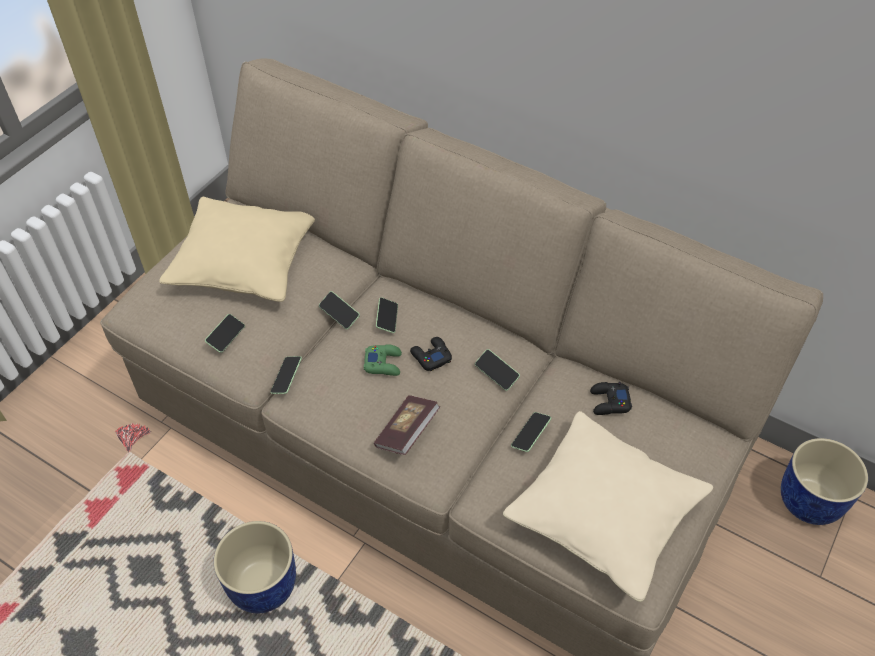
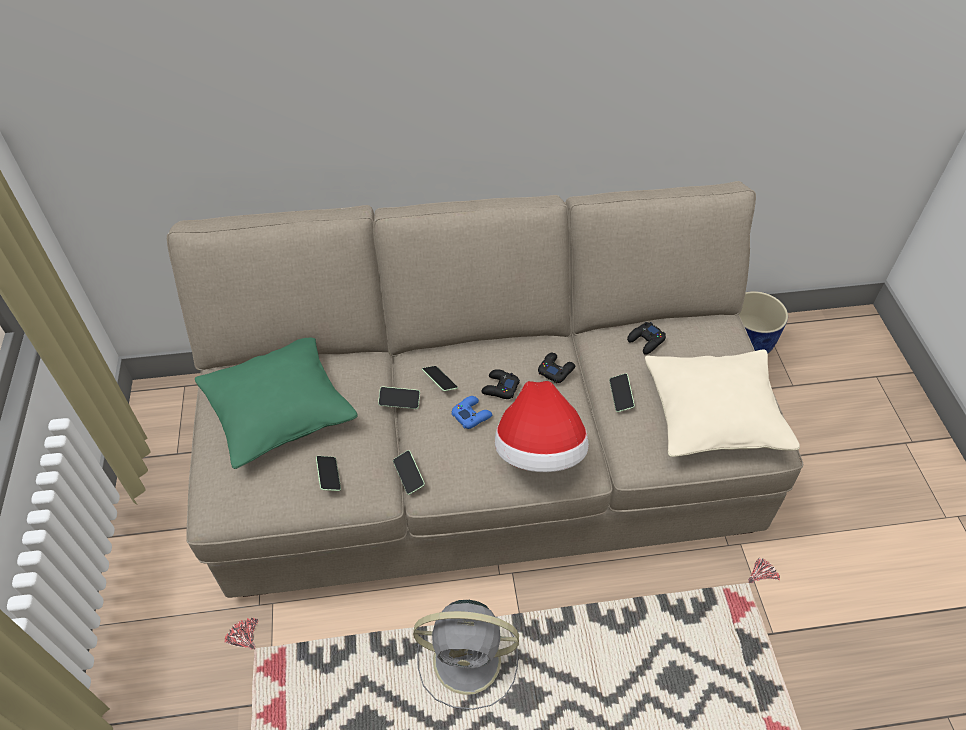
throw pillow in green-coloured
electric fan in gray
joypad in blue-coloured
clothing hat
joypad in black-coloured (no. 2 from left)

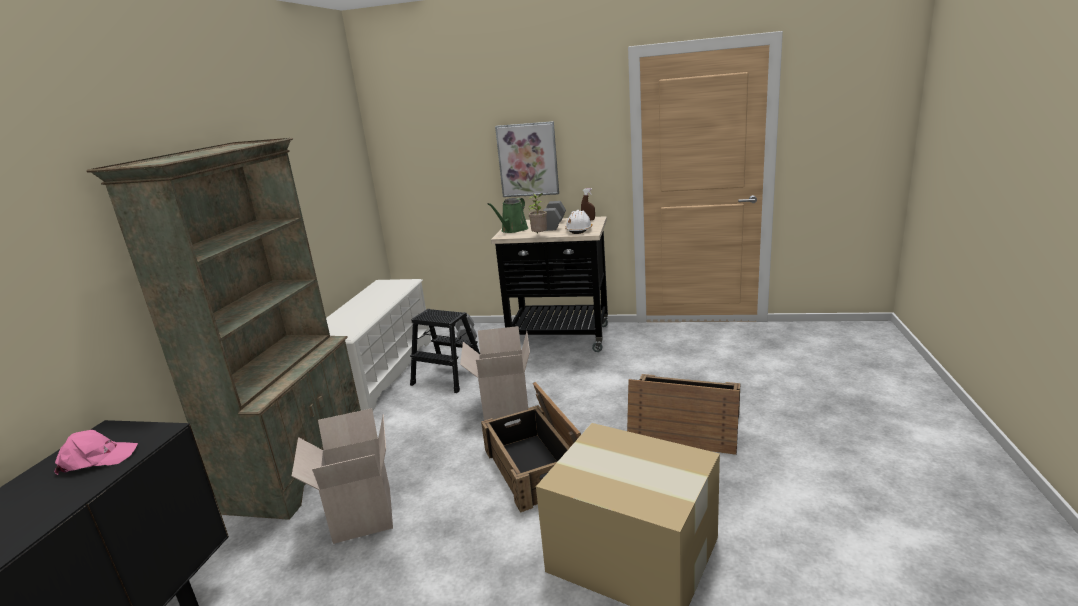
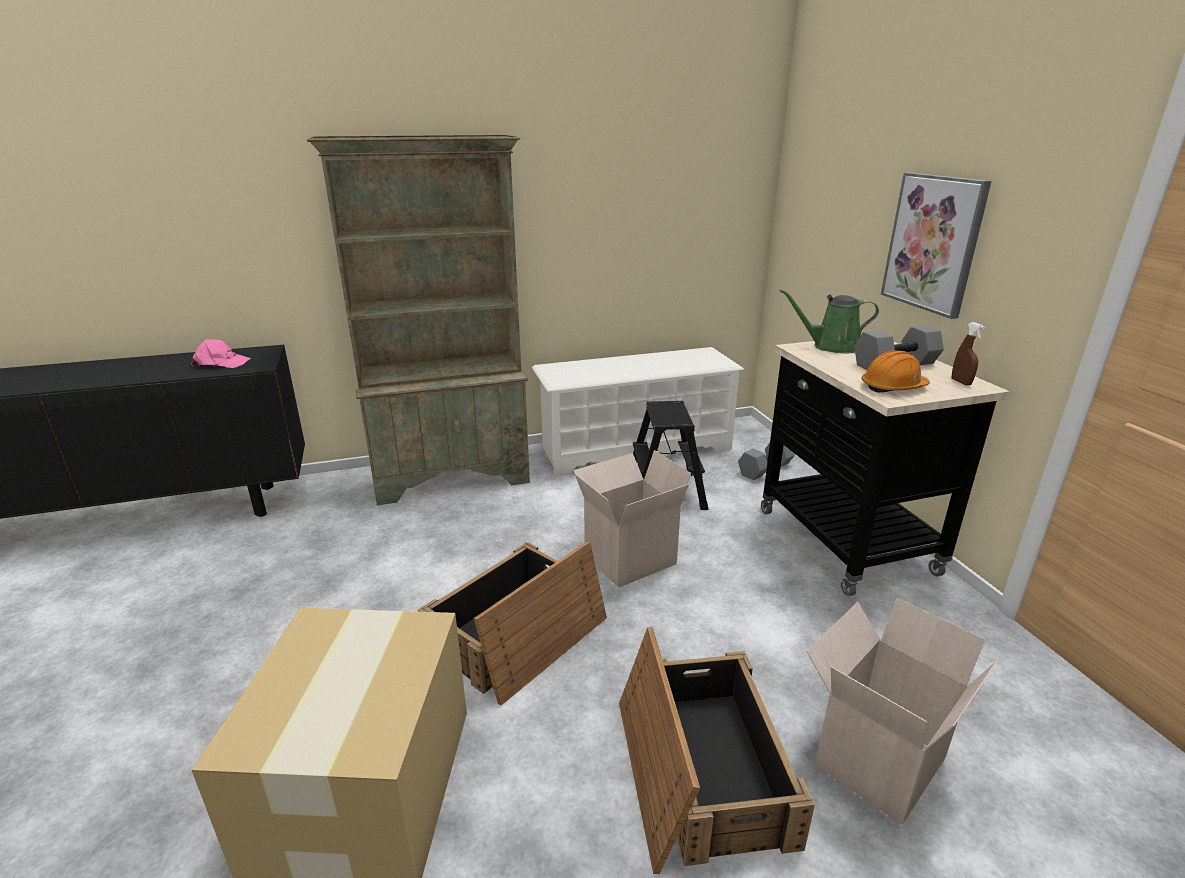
peaked cap in pink-coloured
packing box (no. 3 from left)
potted plant
work helmet in orangey

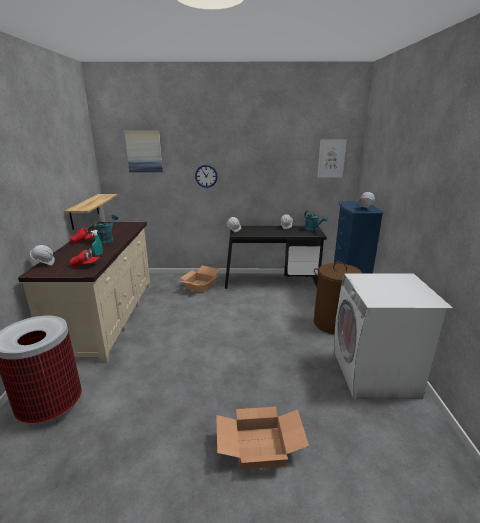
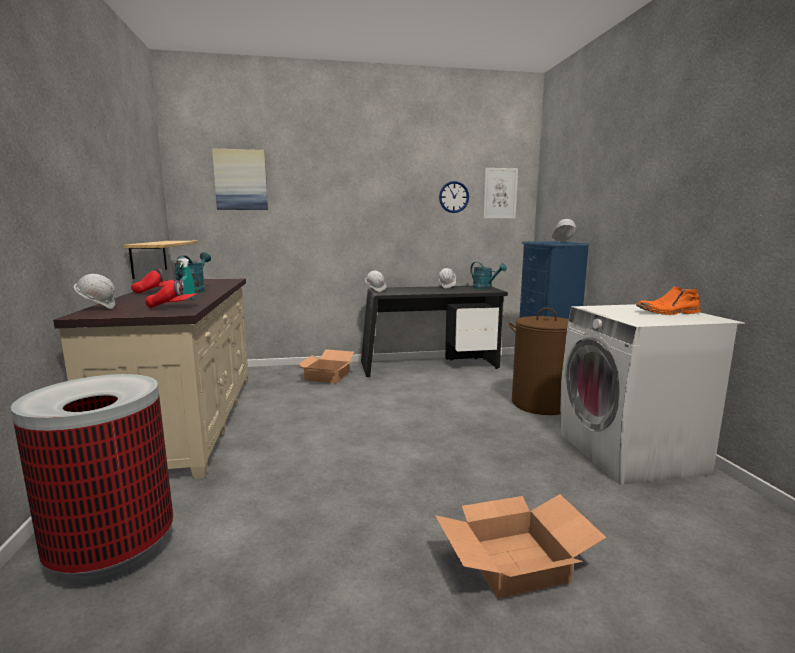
hanging clock
high-top boot in orangey

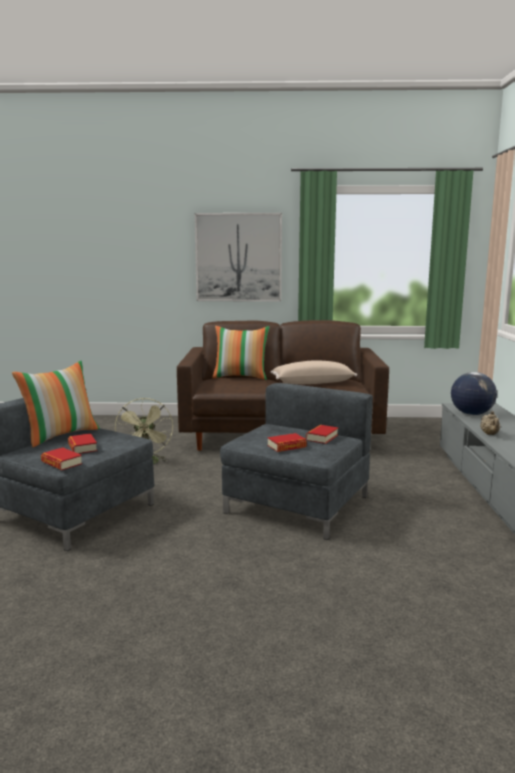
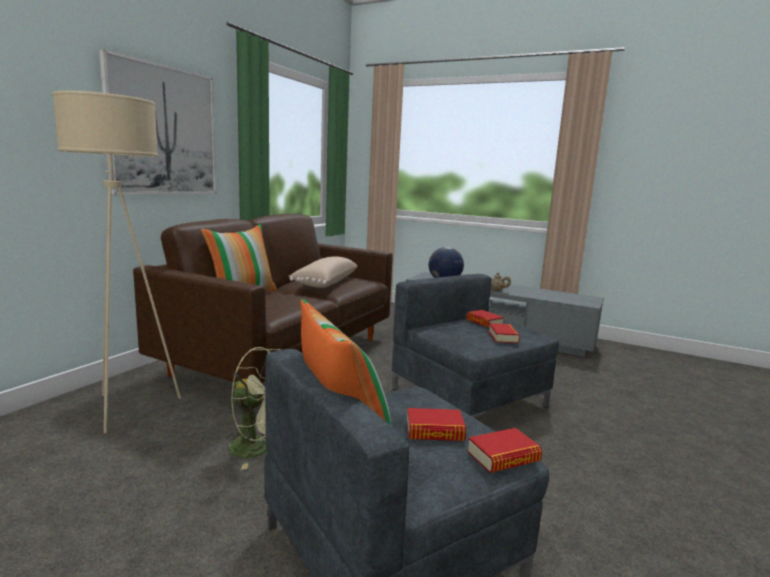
floor lamp in beige-coloured

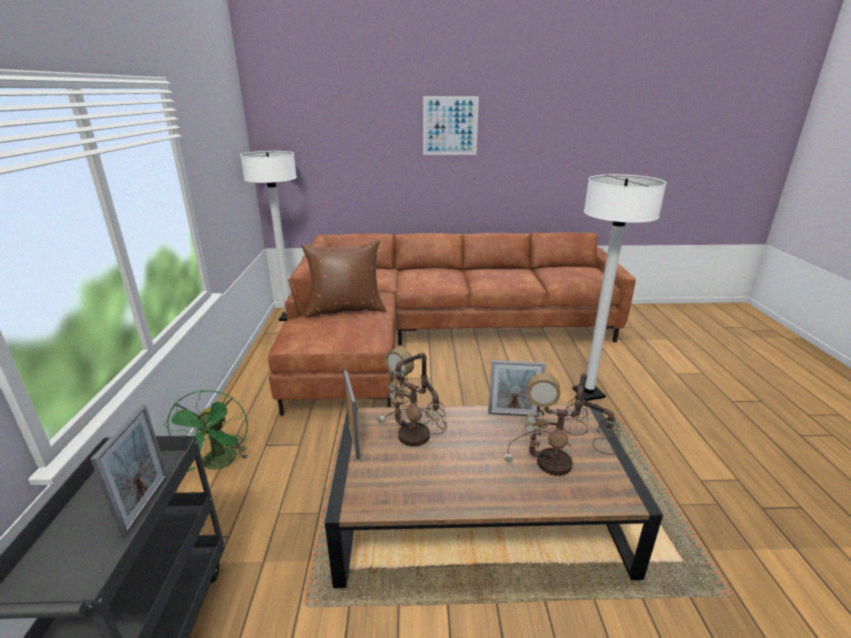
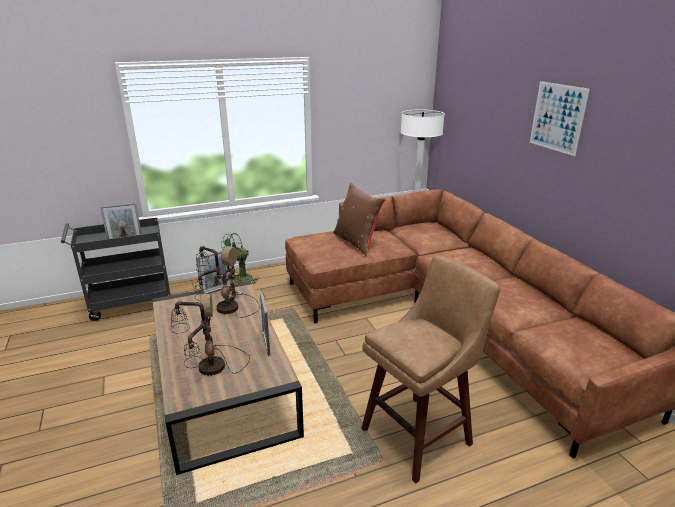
stool in brown

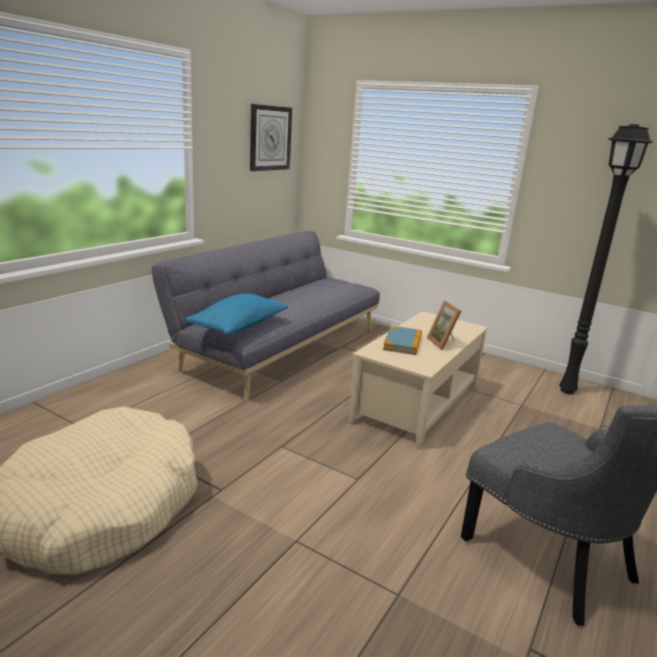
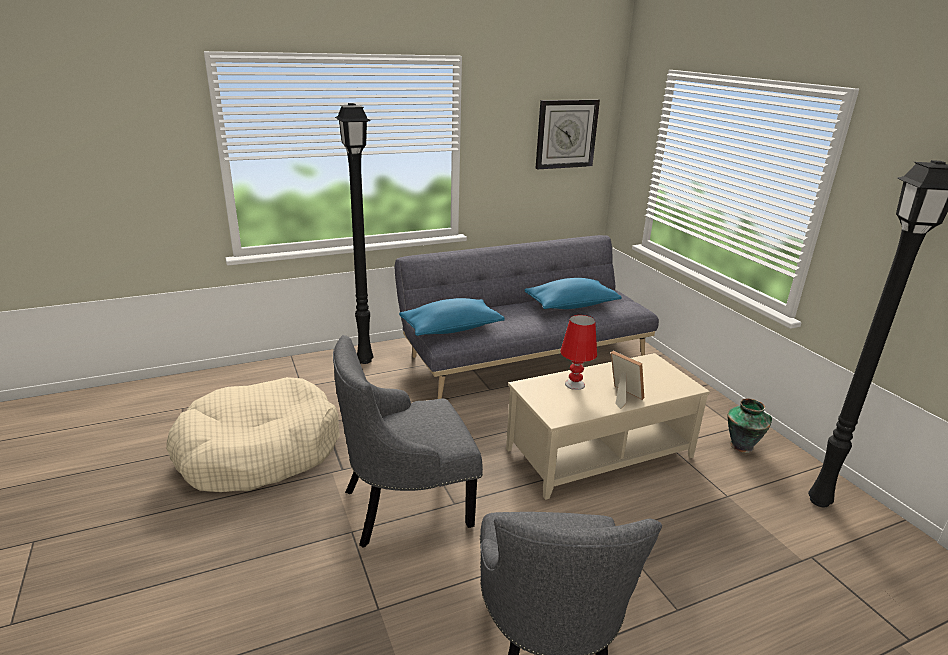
table lamp in red-coloured
photo frame
lounge chair in gray (no. 1 from left)
floor lamp in black-coloured (no. 1 from left)
throw pillow in blue-coloured (no. 2 from left)
decorative vase

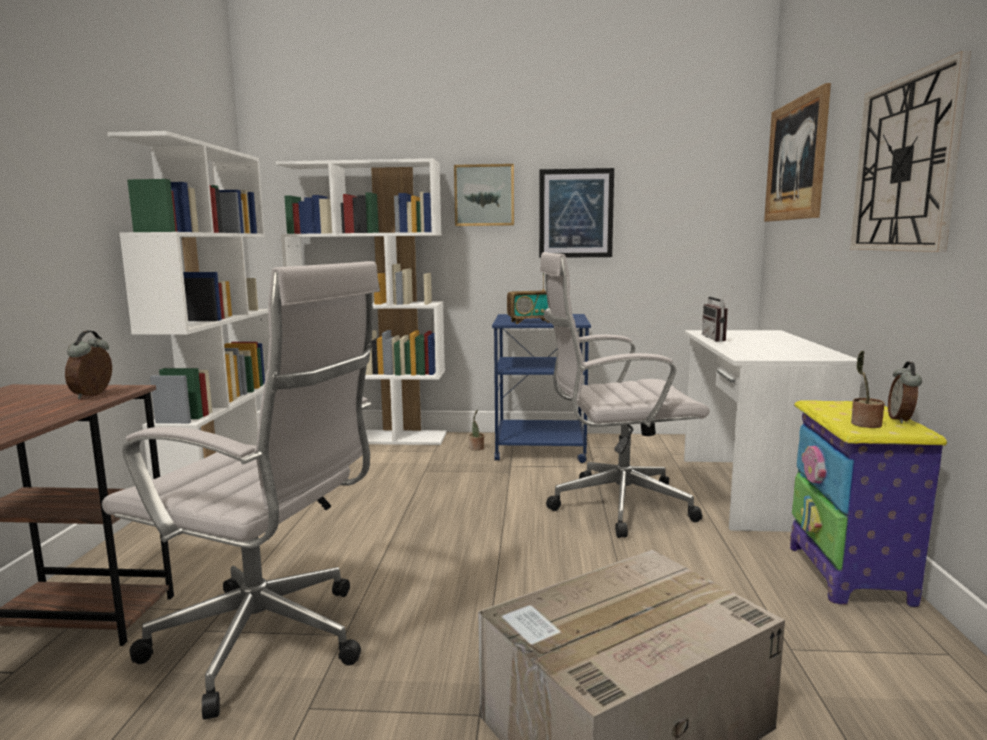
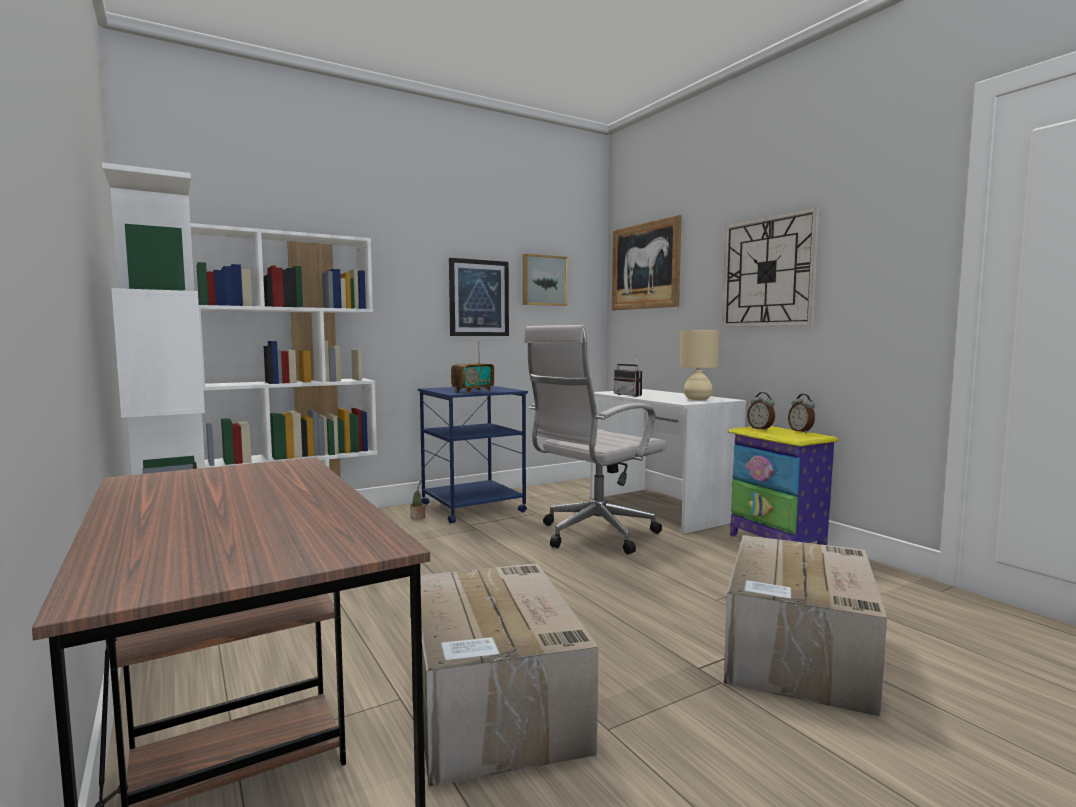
bedside clock (no. 1 from left)
packing box (no. 1 from left)
wall art (no. 2 from left)
potted plant (no. 2 from left in the first image)
table lamp in beige-coloured

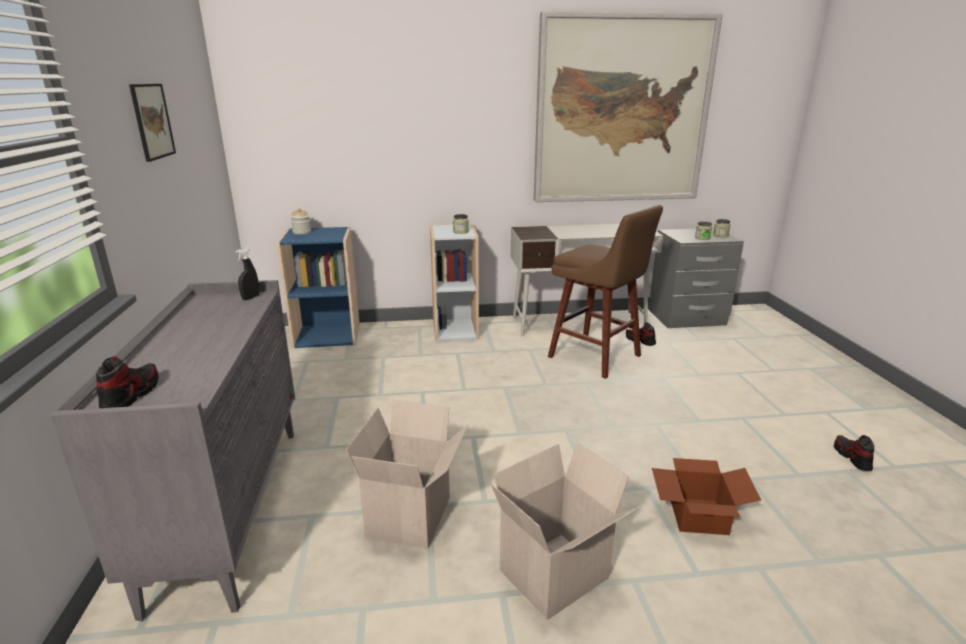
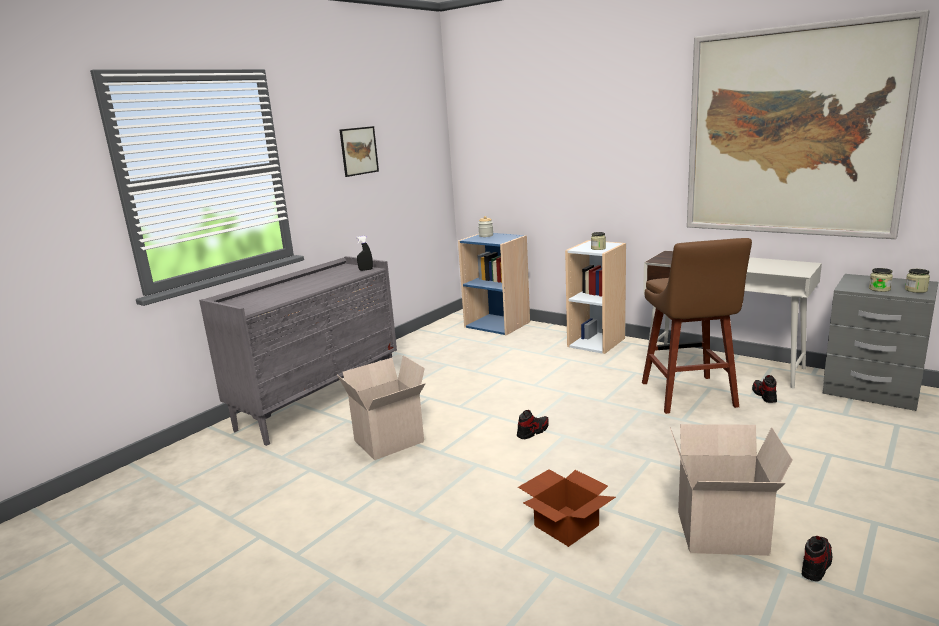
shoe (no. 1 from left)
packing box (no. 3 from left)

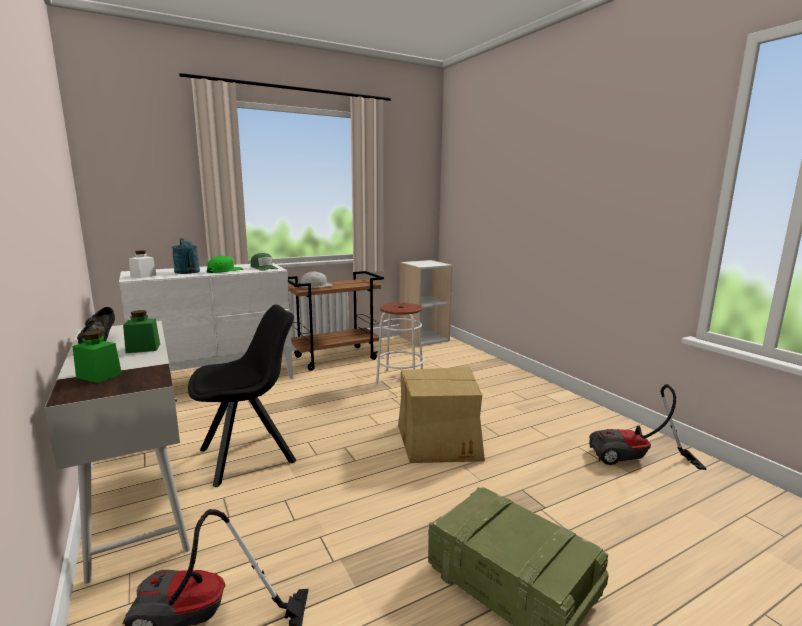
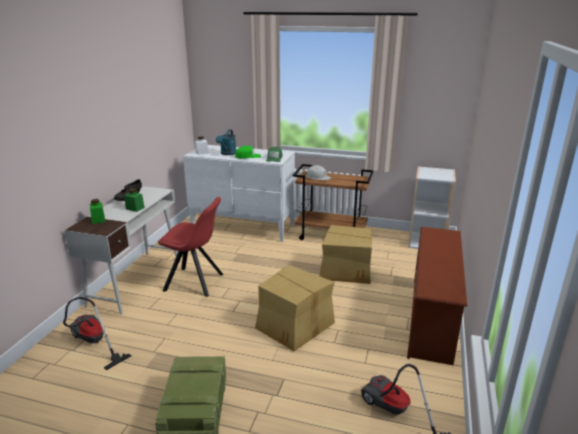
chair in red-coloured
packing box (no. 2 from left)
shoe stand in brown

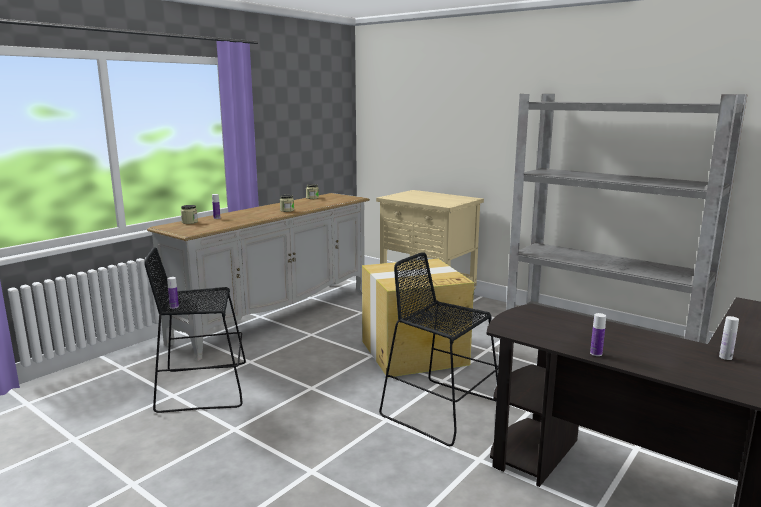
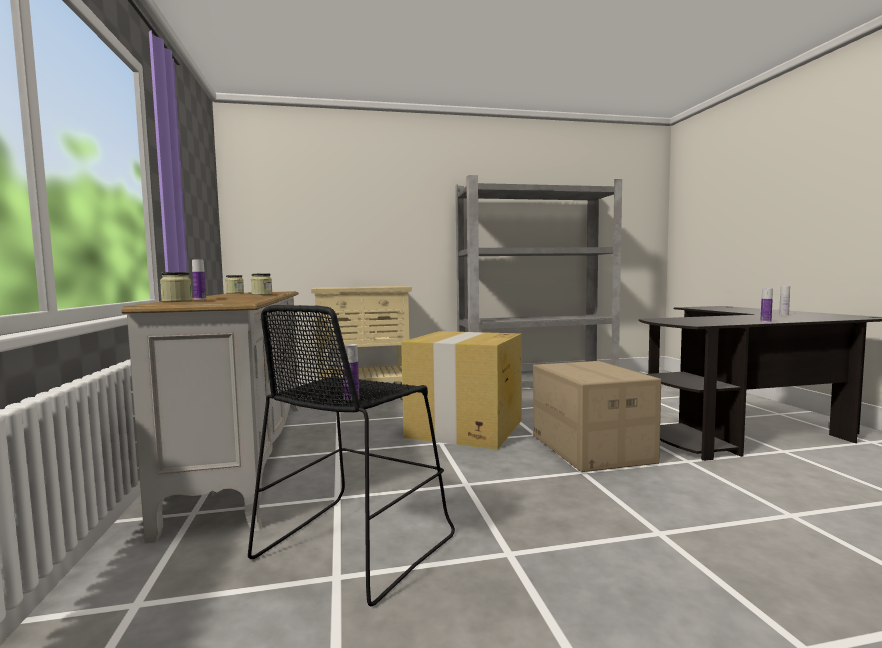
packing box (no. 2 from left)

